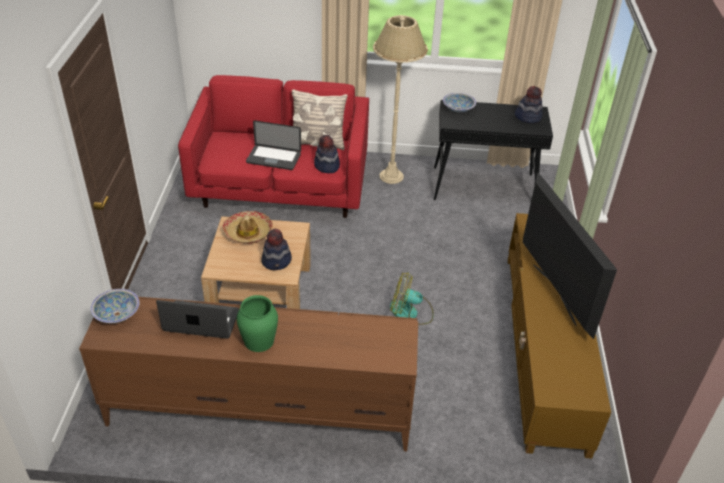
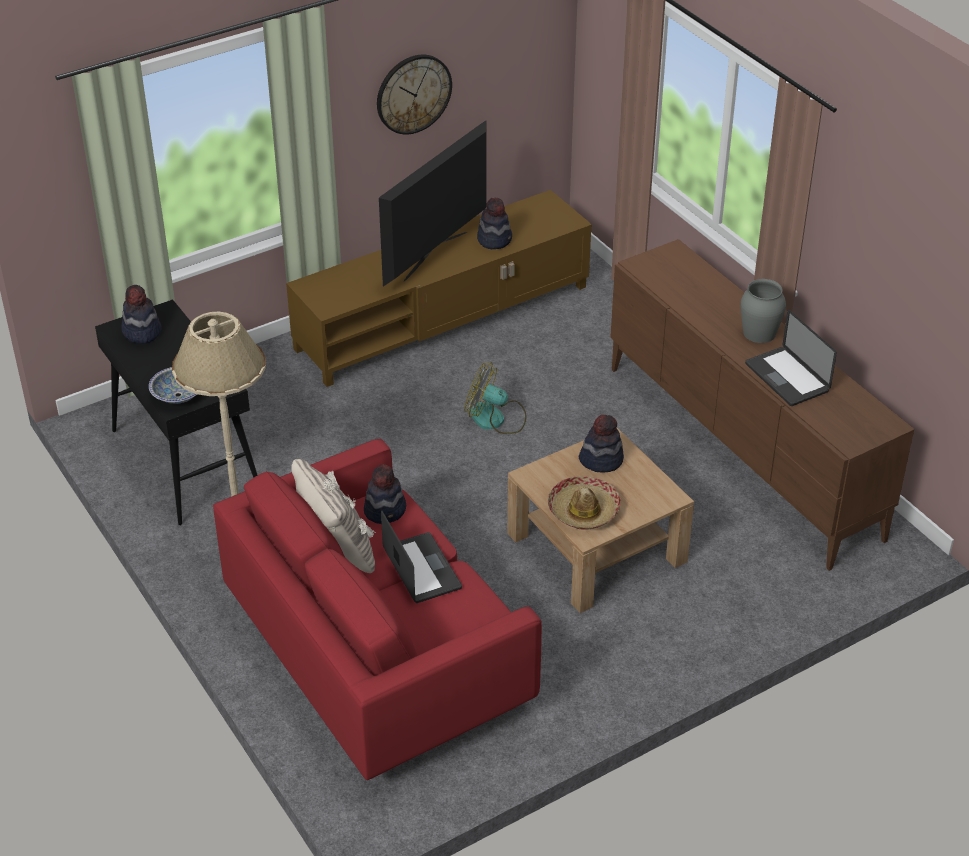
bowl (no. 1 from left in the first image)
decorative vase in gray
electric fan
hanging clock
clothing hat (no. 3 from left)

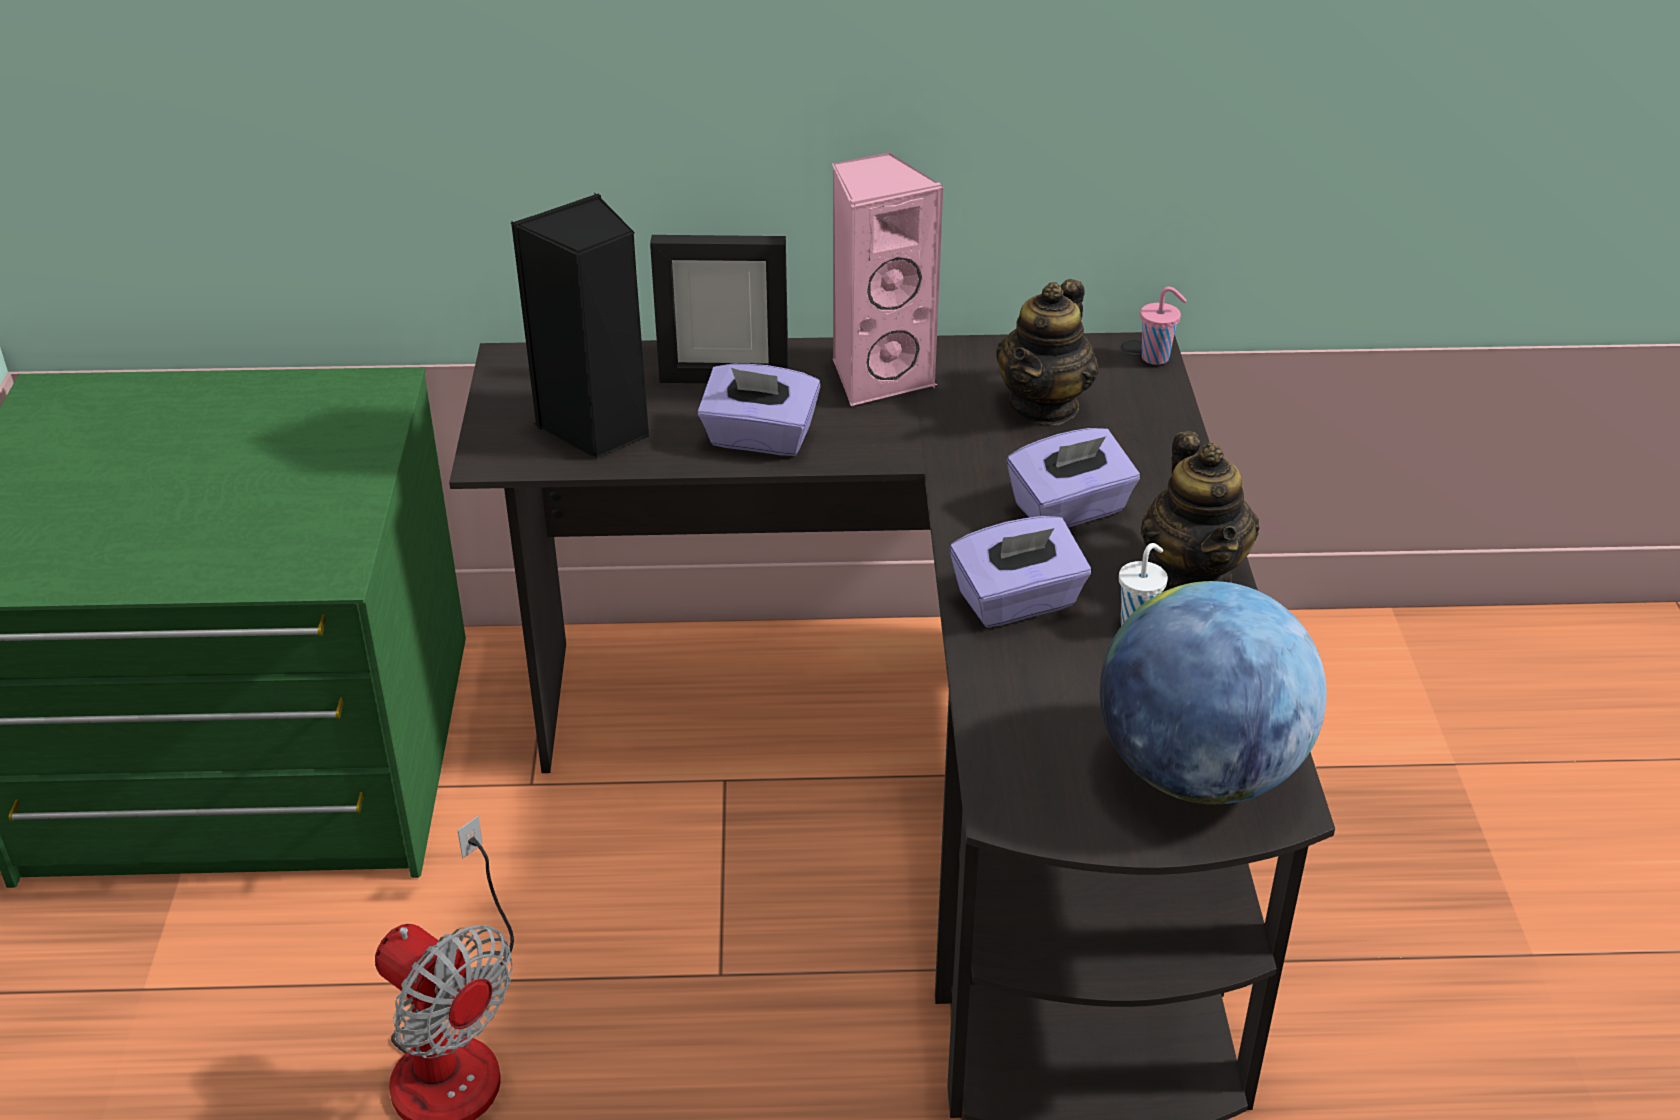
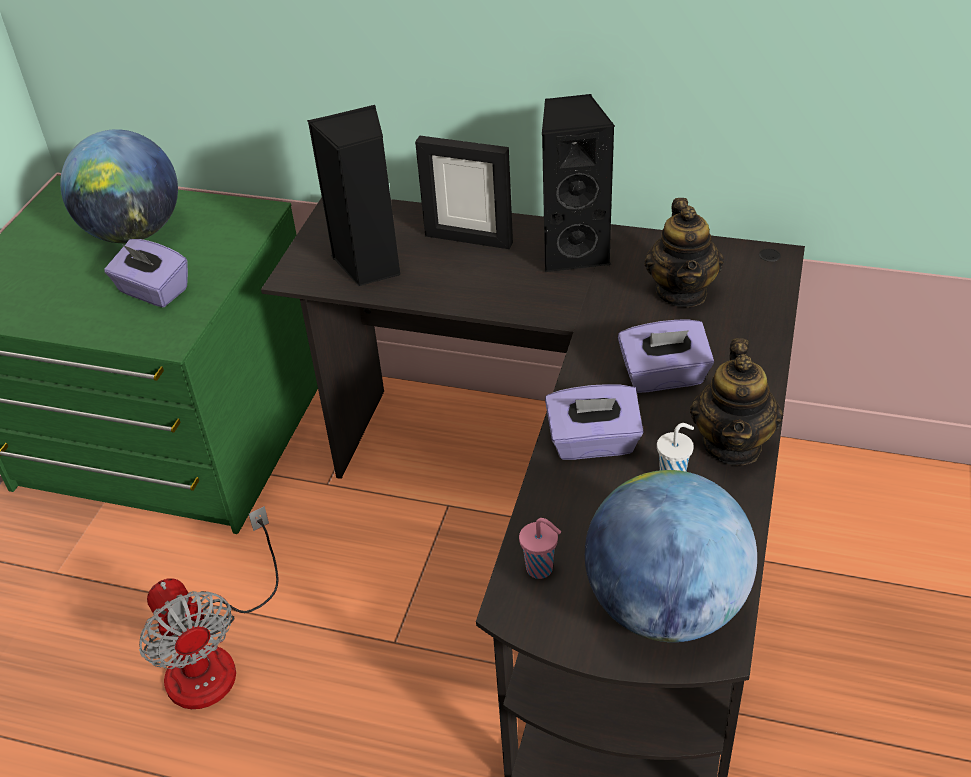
tissue holder in purplish (no. 1 from left)
audio speaker in black-coloured (no. 2 from left)
pot for tea (no. 1 from left)
drinking cup in pink-coloured
world globe (no. 1 from left)

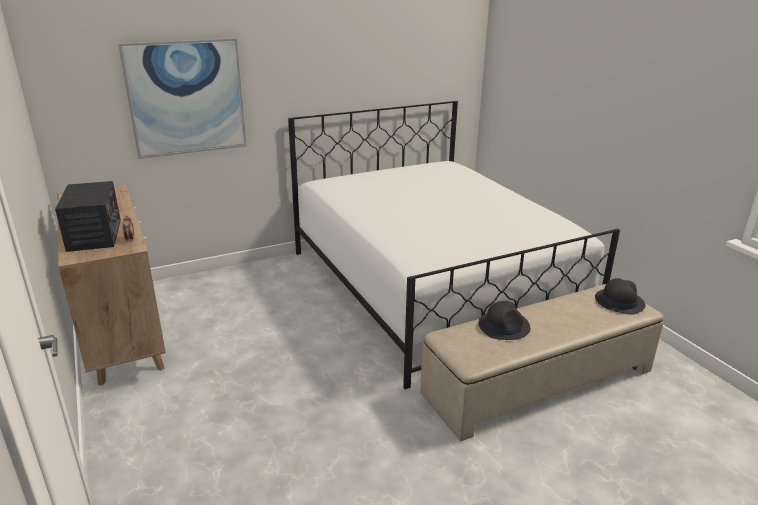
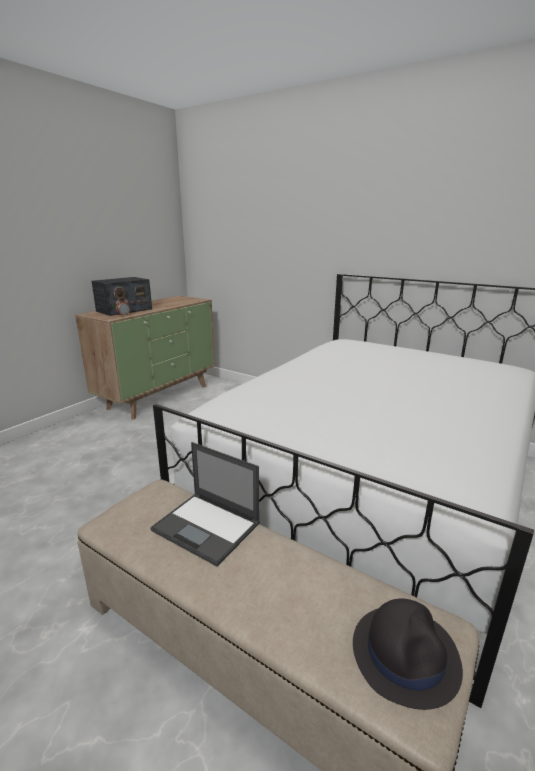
wall art
notebook computer

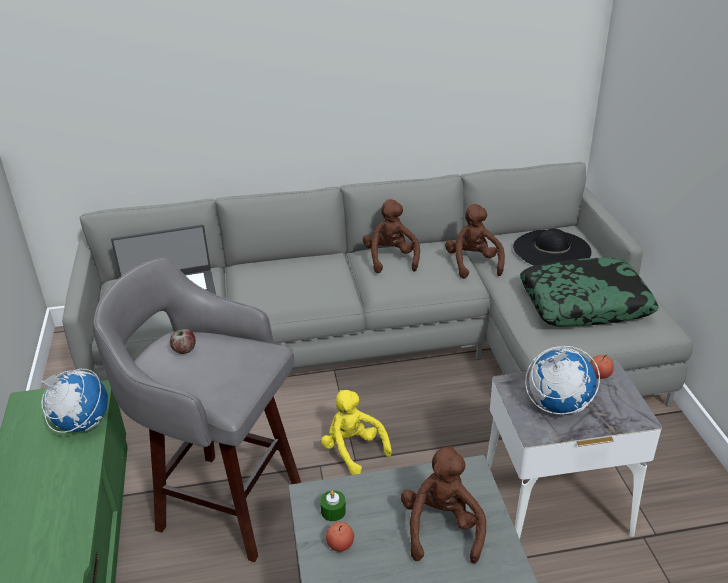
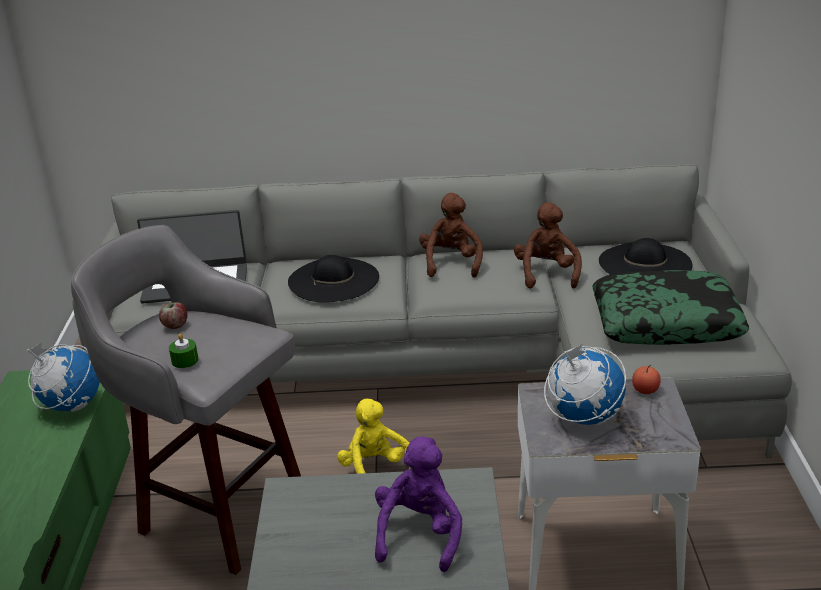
wax light in green-coloured
whole apple (no. 2 from left in the first image)
cuddly toy in purplish
clothing hat in black-coloured (no. 1 from left)

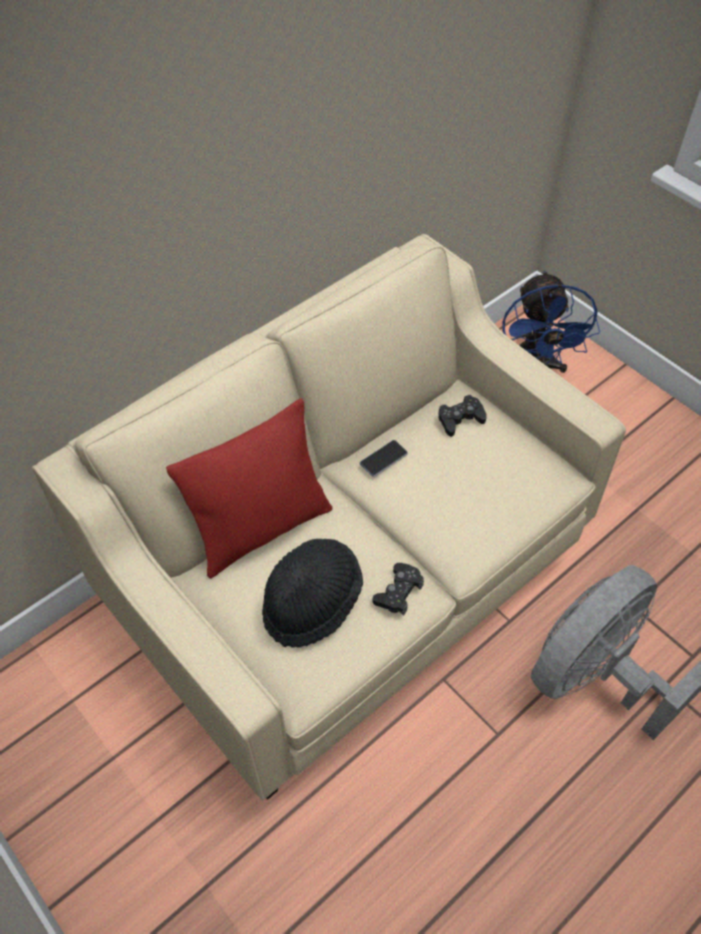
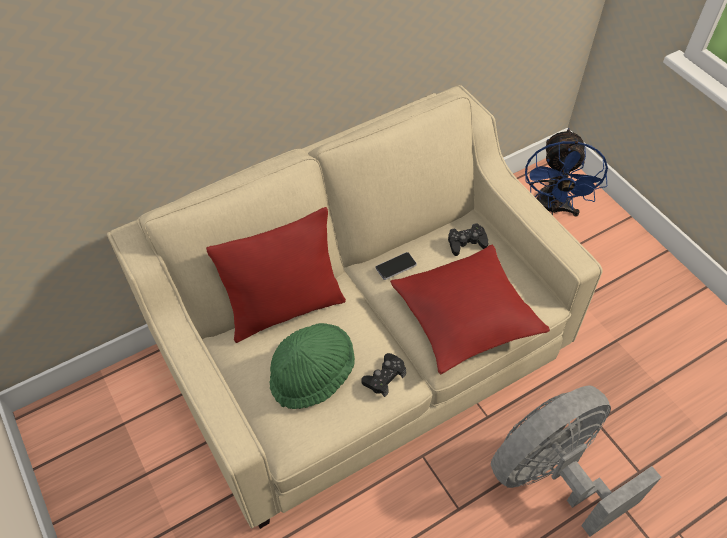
clothing hat in green-coloured
throw pillow in red-coloured (no. 2 from left)

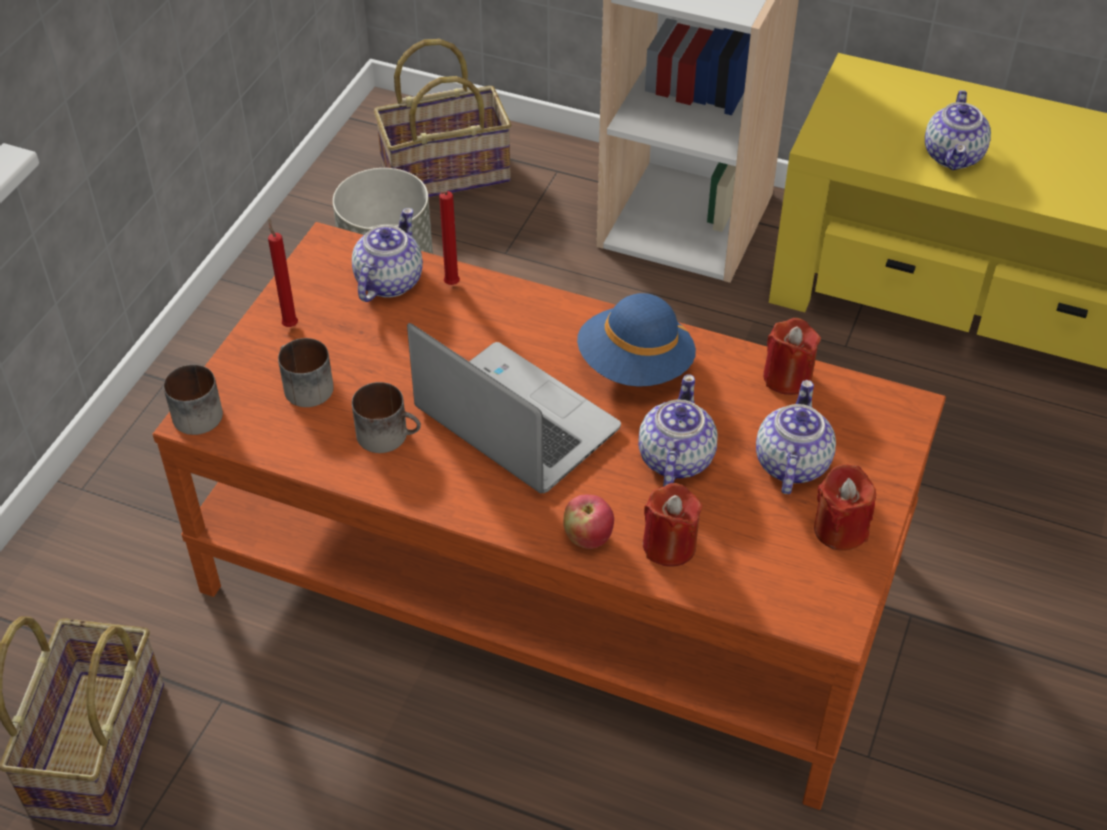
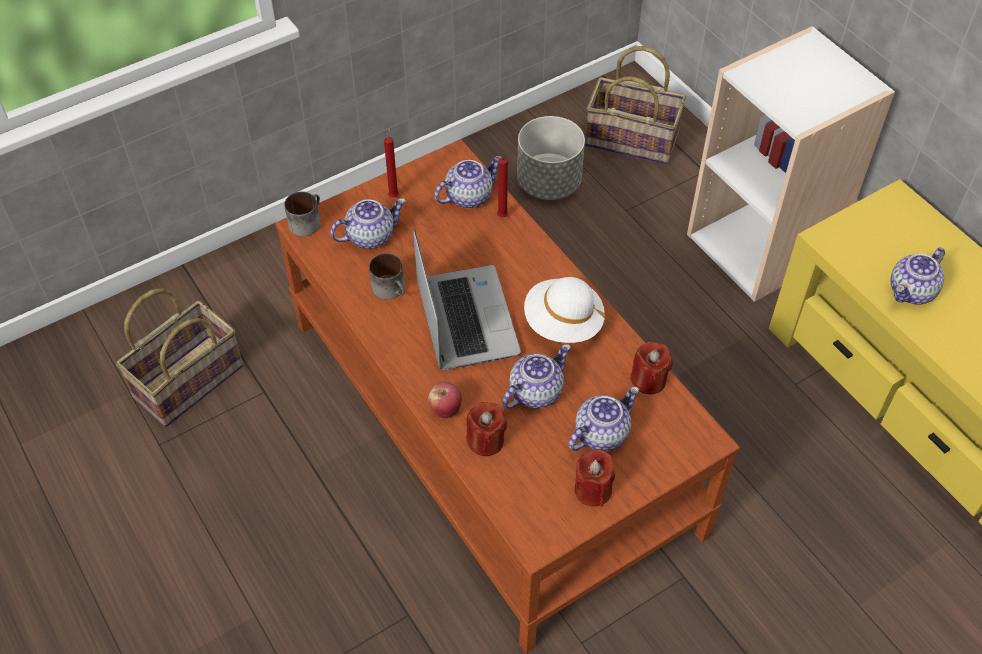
pot for tea (no. 1 from left)
clothing hat in whitish

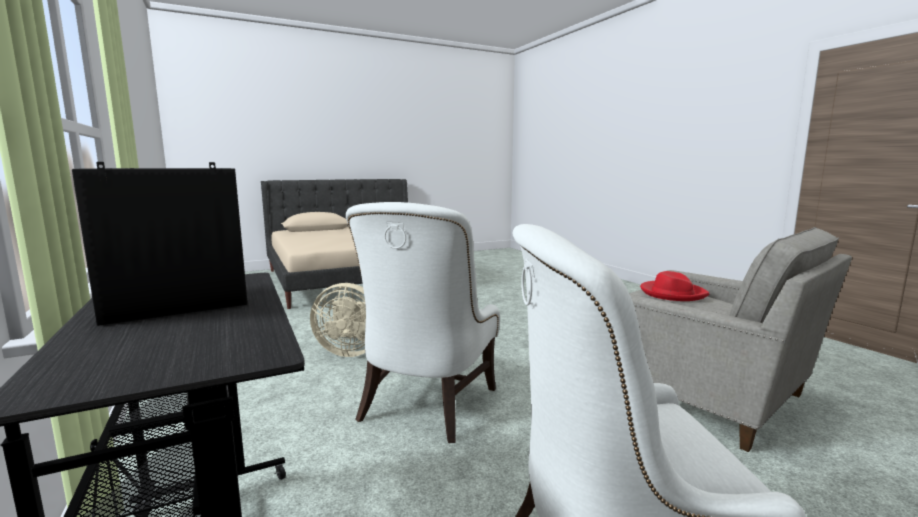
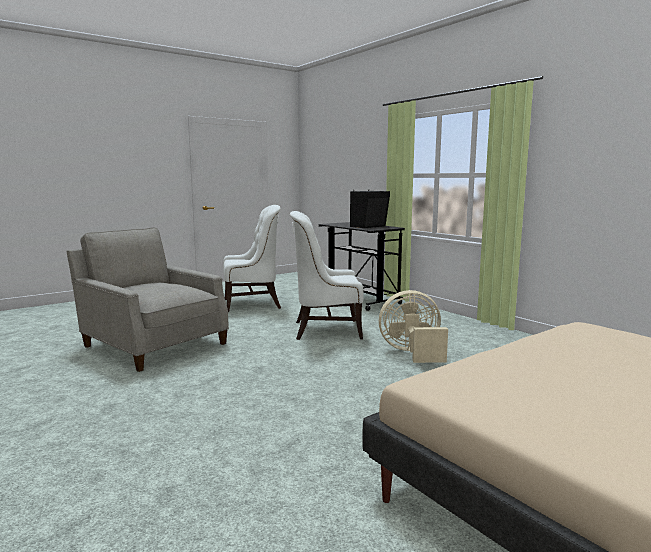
chair in whitish (no. 2 from left)
clothing hat in red-coloured

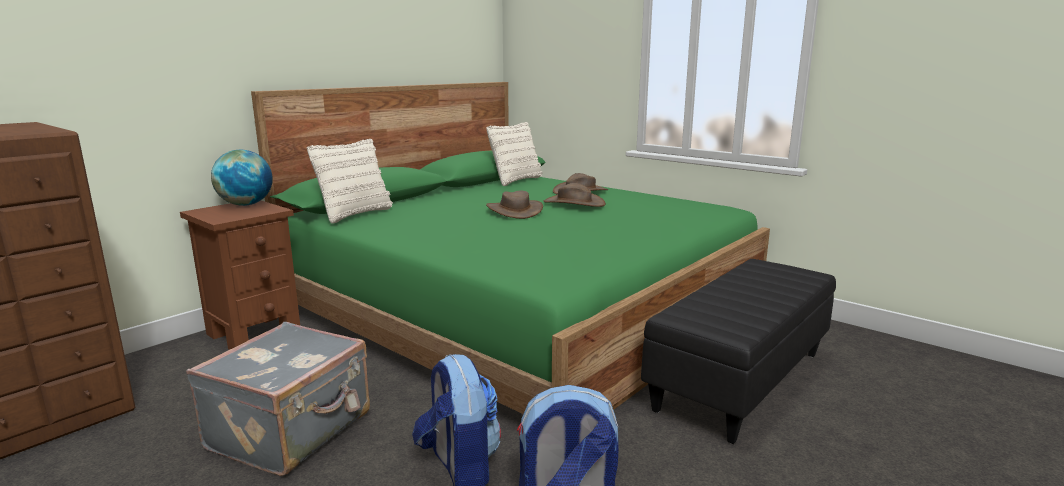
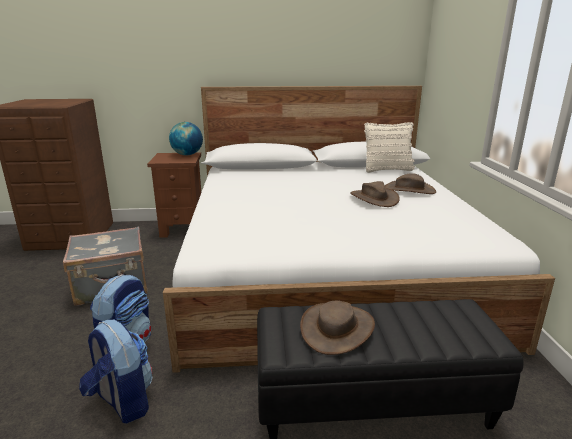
sleeping bed in whitish
throw pillow in beige-coloured (no. 1 from left in the first image)
clothing hat in brown (no. 1 from left)

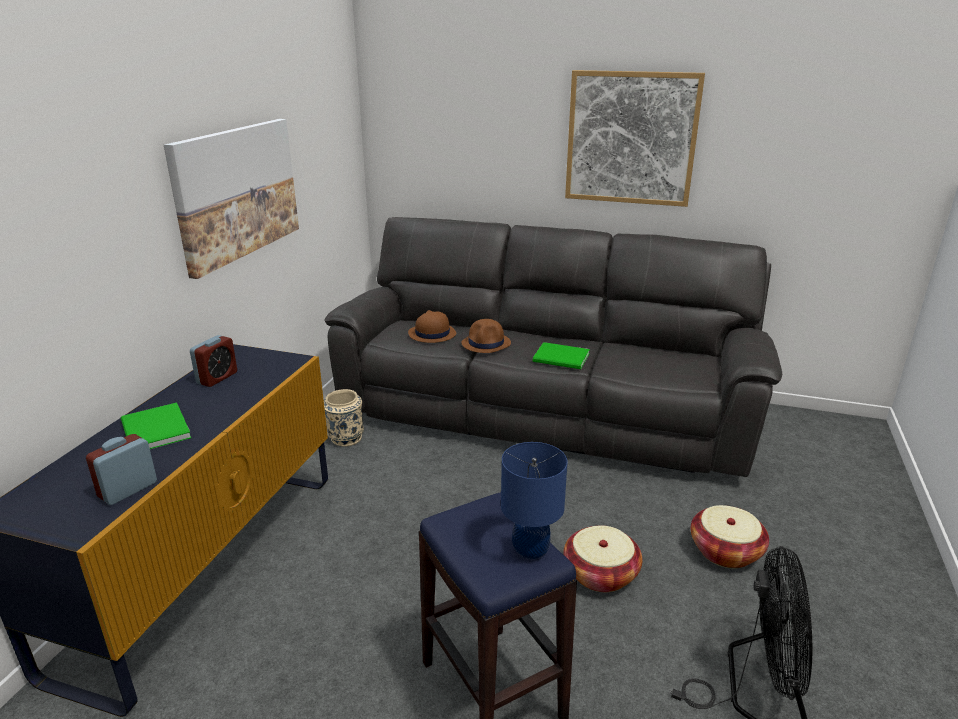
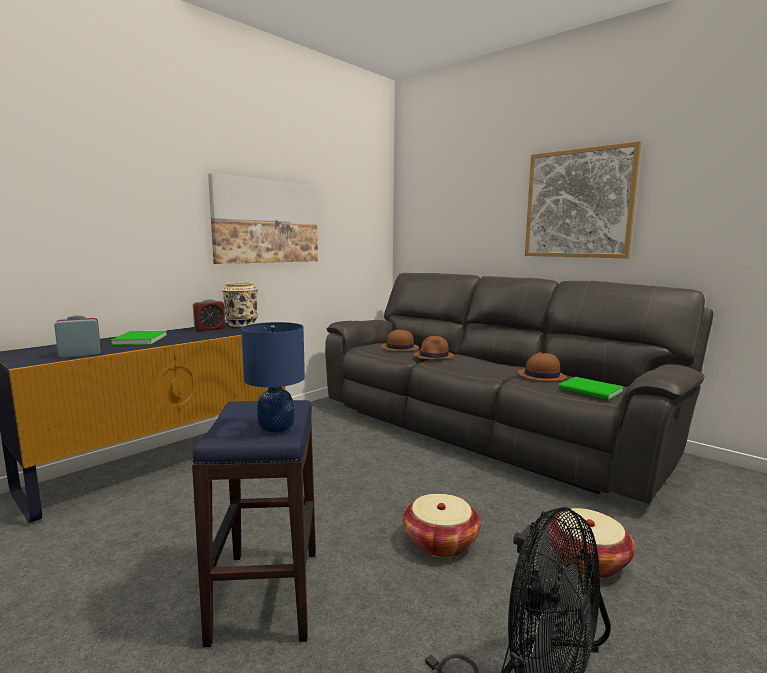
decorative vase in beige-coloured
volume in green-coloured (no. 2 from left)
clothing hat in brown (no. 3 from left)

